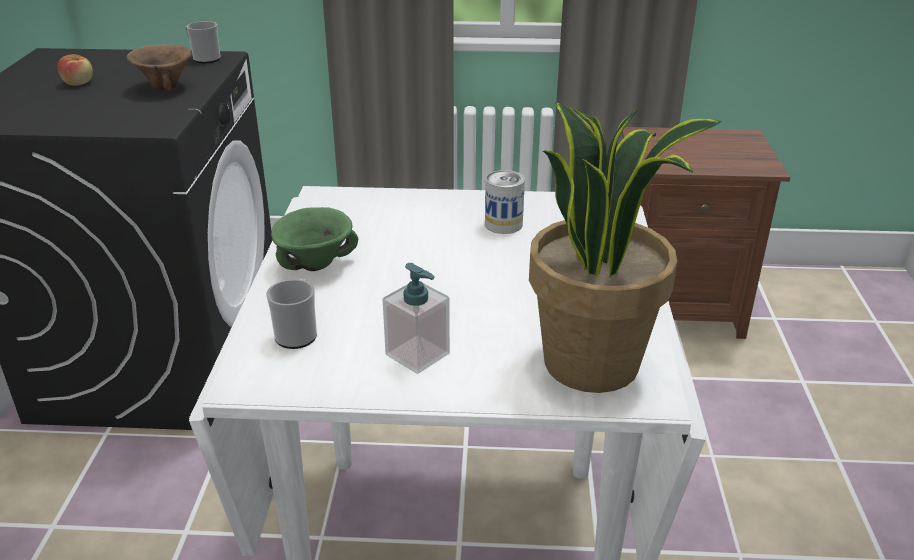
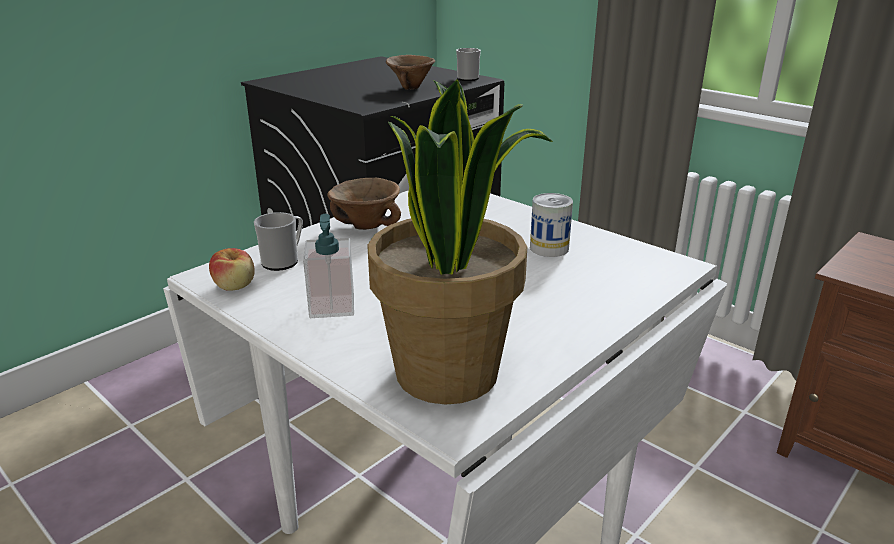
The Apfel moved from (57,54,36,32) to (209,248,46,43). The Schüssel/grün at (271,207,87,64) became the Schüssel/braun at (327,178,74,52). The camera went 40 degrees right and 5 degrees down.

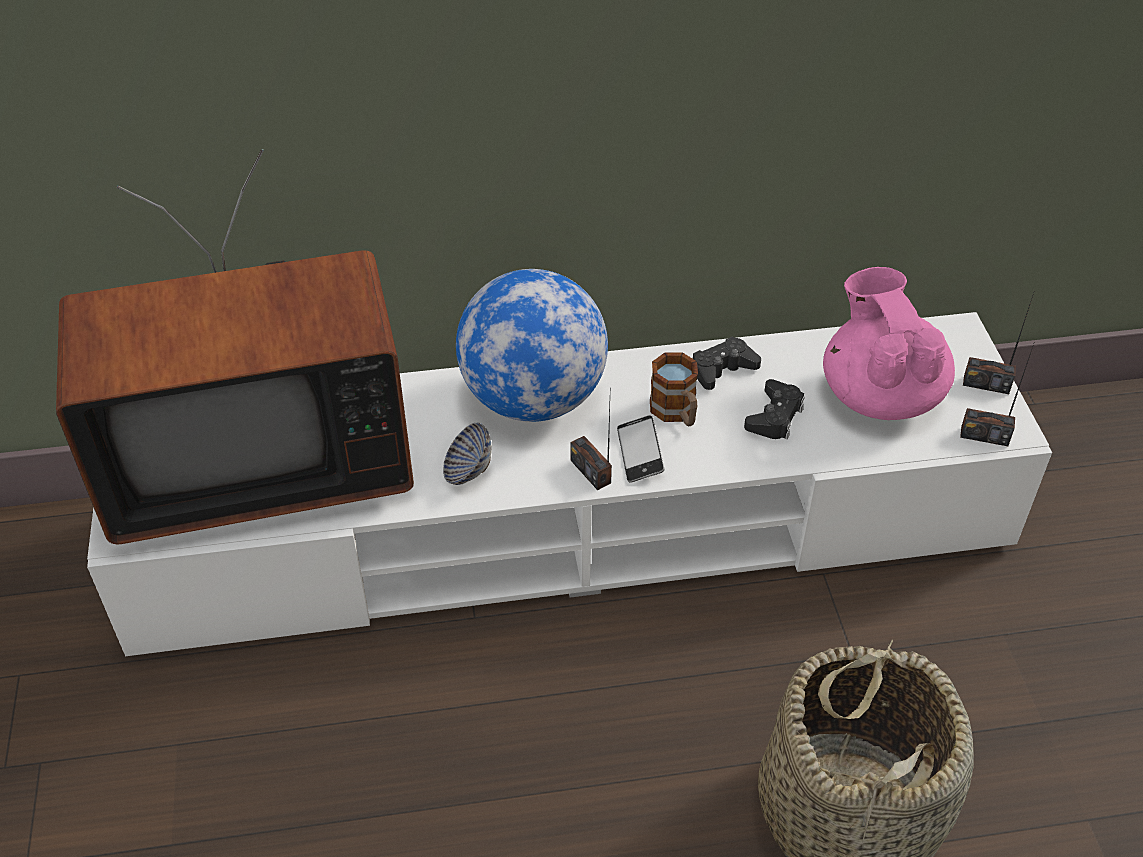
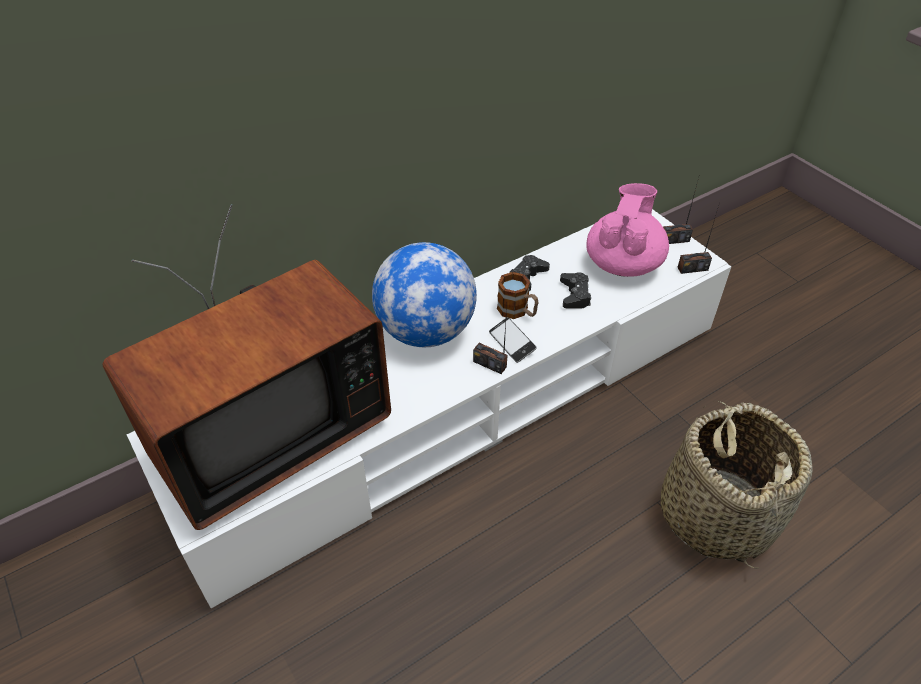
The Schüssel at (443,422,49,63) disappeared. The Teekanne/rosa at (823,267,132,153) turned 60 degrees clockwise. The camera went 25 degrees left and 0 degrees up.

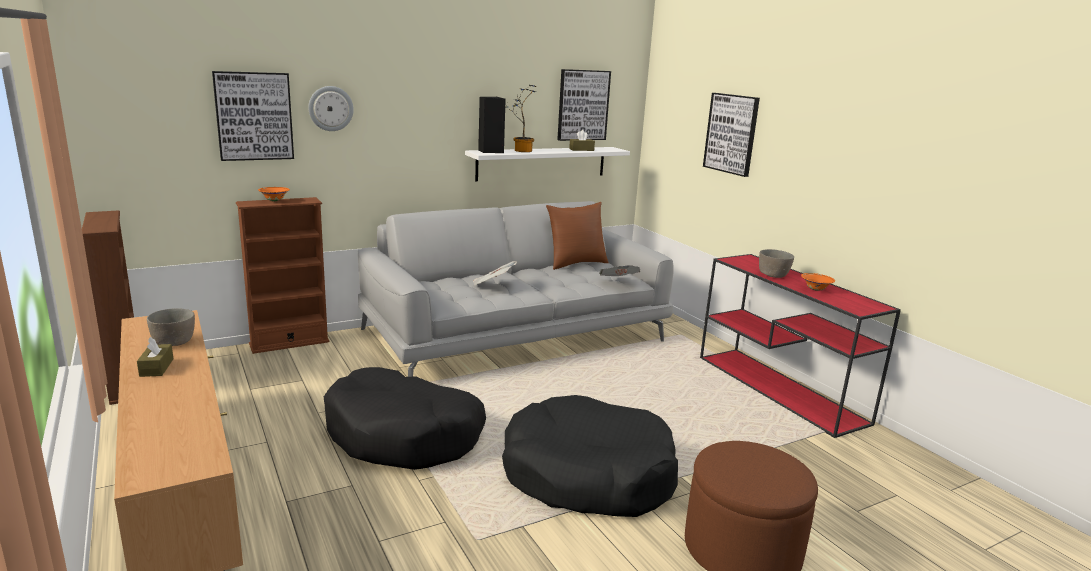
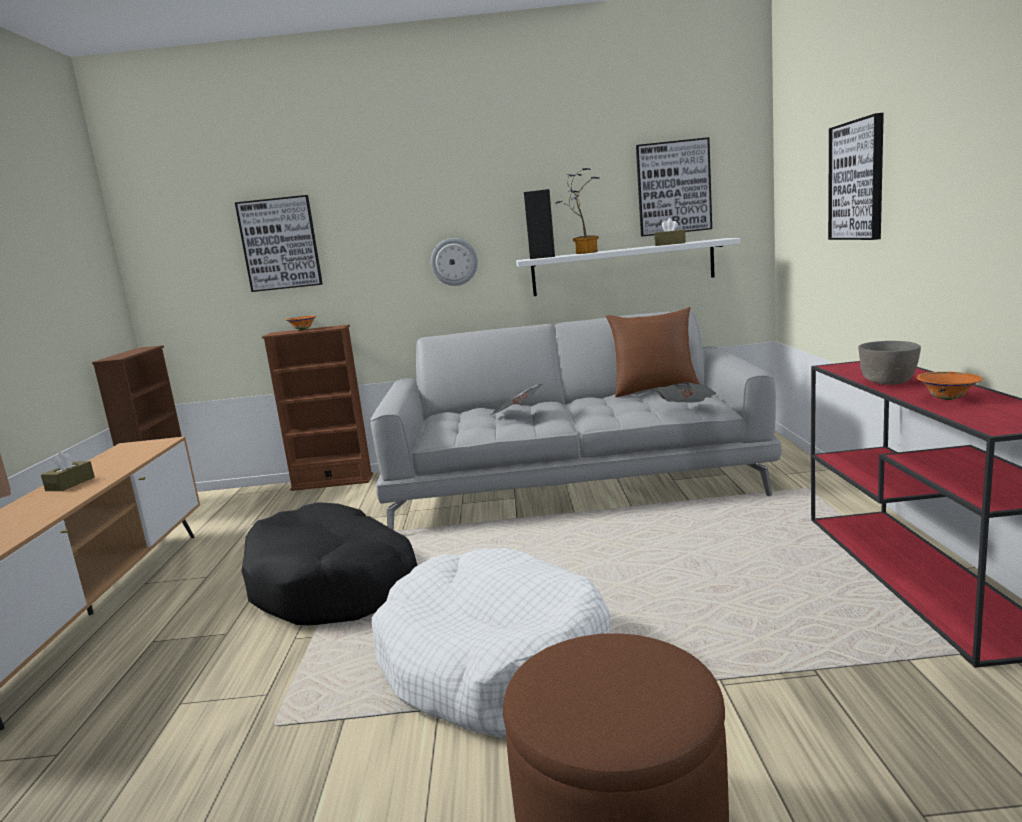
The Schüssel/grau at (147,308,48,38) disappeared. The Wanduhr moved from (308,86,46,45) to (431,238,47,48). The Hundebett/schwarz at (502,395,176,122) became the Hundebett/weiß at (372,548,238,190). The camera went 30 degrees right and 5 degrees down.

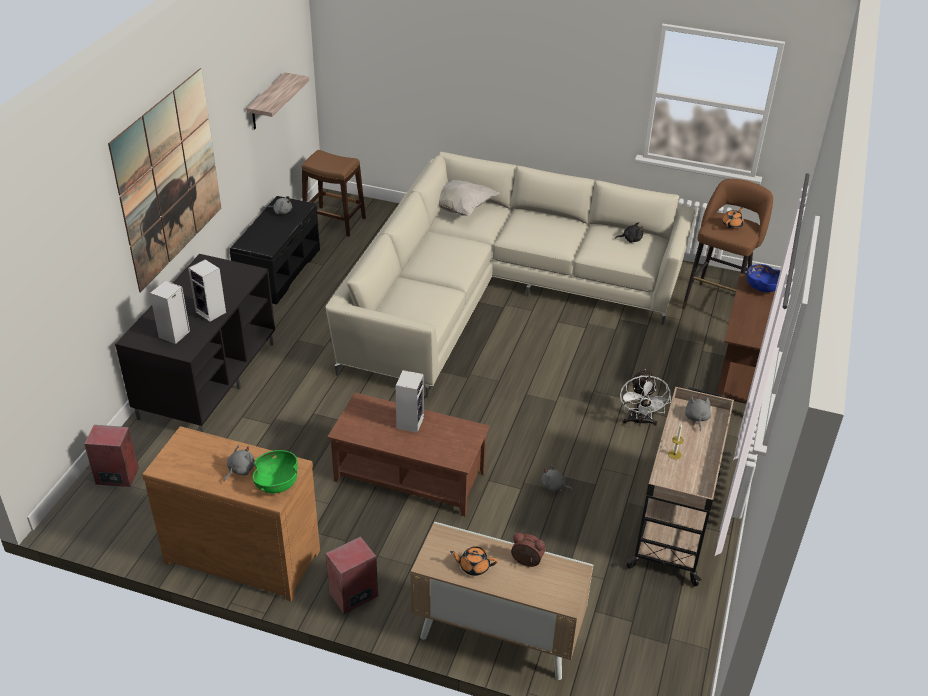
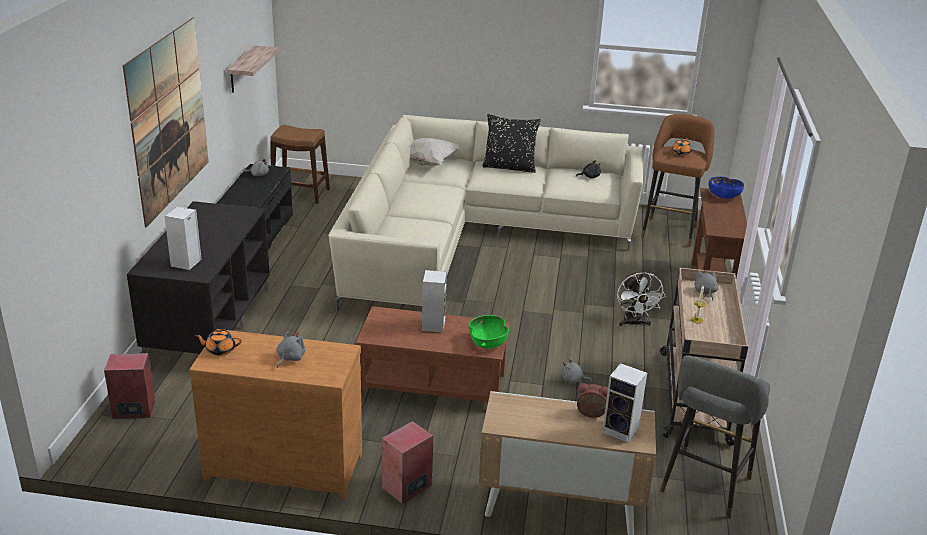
The Kissen/schwarz at (483,114,58,59) appeared. The Hocker/grau at (660,355,110,164) appeared. The Lautsprecher moved from (188,259,38,63) to (602,363,45,80). The Schüssel/grün moved from (252,450,46,43) to (469,315,40,34). The Teekanne/orange moved from (450,547,48,29) to (195,330,47,26). The camera went 10 degrees left and 10 degrees down.

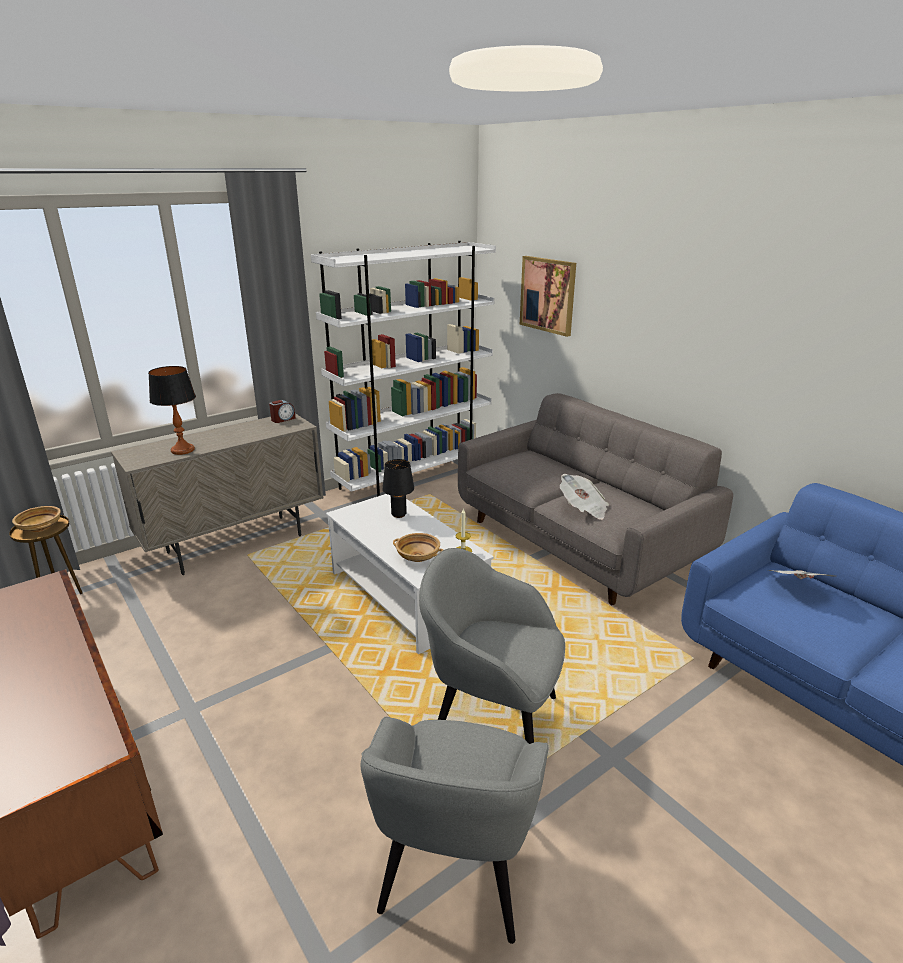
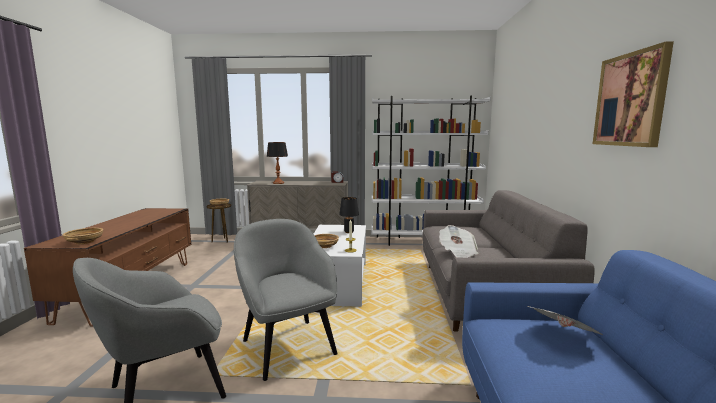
The Schüssel/beige at (63,228,40,16) appeared. The Bild moved from (520,256,56,81) to (593,41,81,106). The camera went 40 degrees right and 15 degrees down.

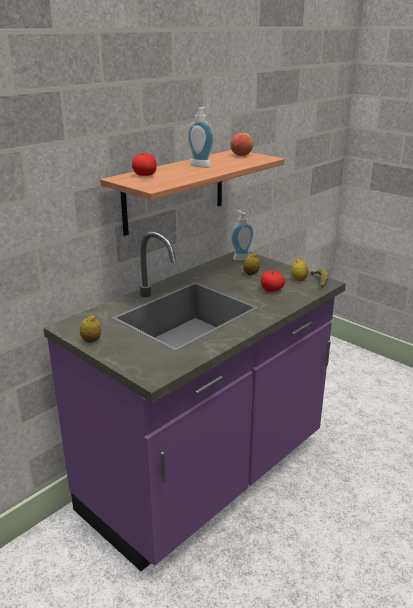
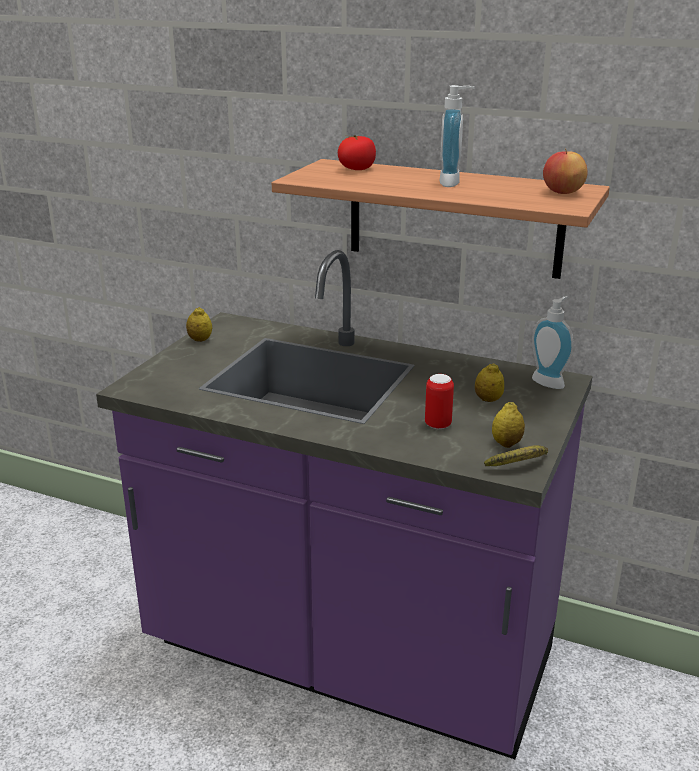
The Tomate at (261,271,24,21) was replaced by the Dose at (425,374,29,55). The camera went 70 degrees right and 0 degrees up.

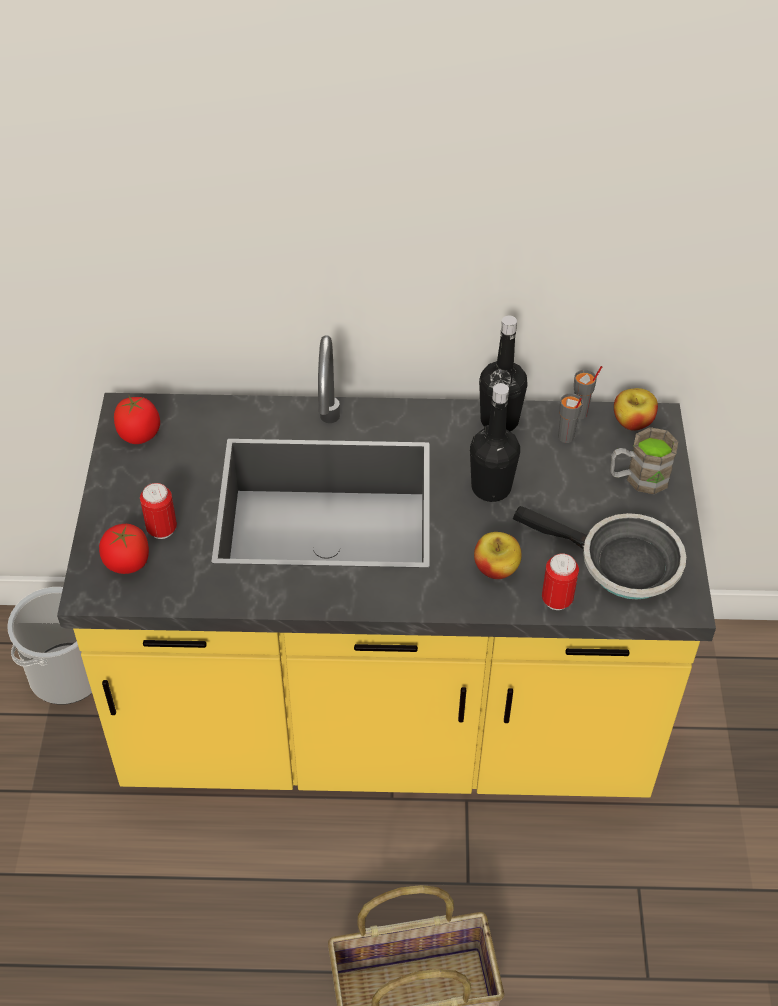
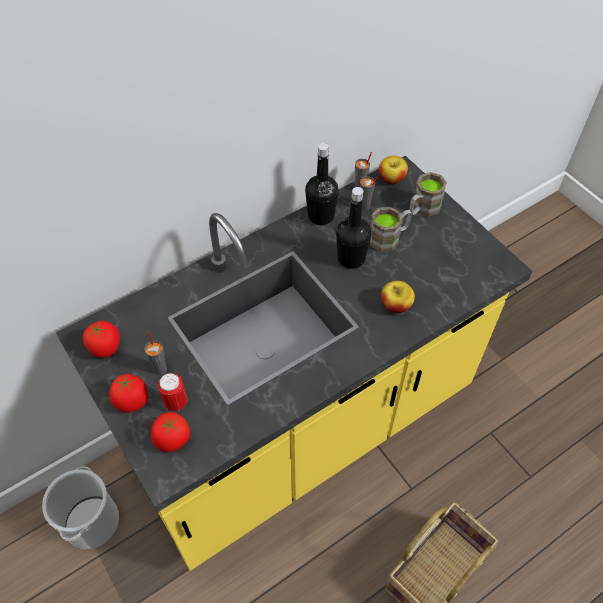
The Pfanne at (513,506,173,94) disappeared. The Dose at (542,554,37,56) disappeared. The Tomate at (109,374,39,39) appeared. The Tasse/grau at (145,331,22,44) appeared. The Henkelbecher/braun at (370,207,42,45) appeared. The camera went 35 degrees left and 5 degrees up.

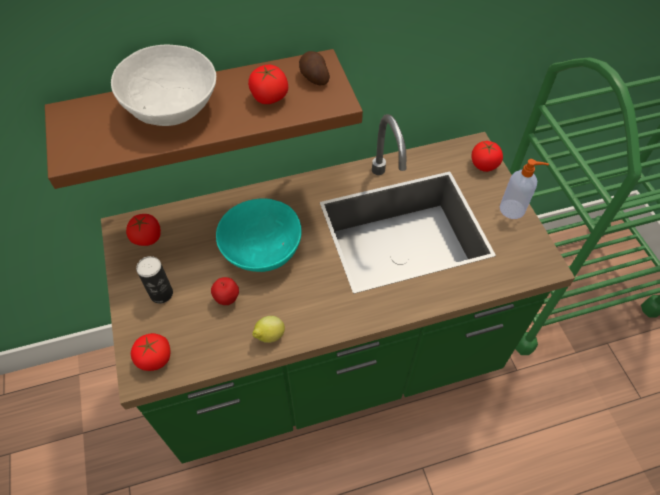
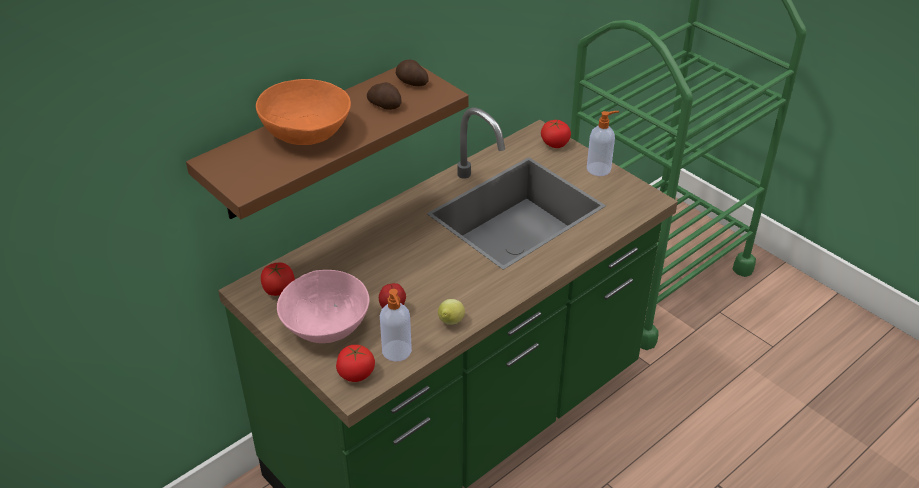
The Schüssel/türkis at (216,199,85,73) disappeared. The Seifenspender at (380,289,32,73) appeared. The Dose at (136,256,37,48) was replaced by the Schüssel/rosa at (277,270,93,73). The Tomate at (248,65,40,39) was replaced by the Kartoffel at (367,82,34,28). The Schüssel/weiß at (111,45,105,81) became the Schüssel/orange at (256,79,95,66). The camera went 25 degrees left and 15 degrees down.

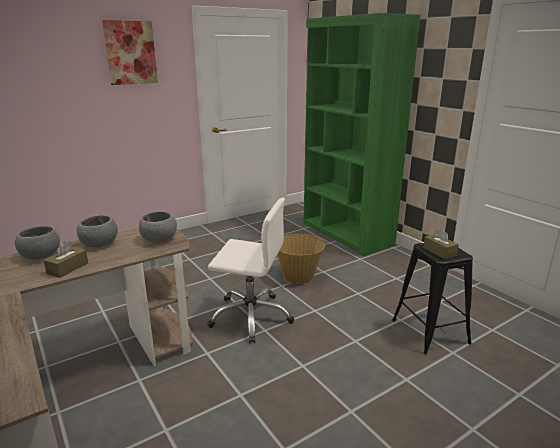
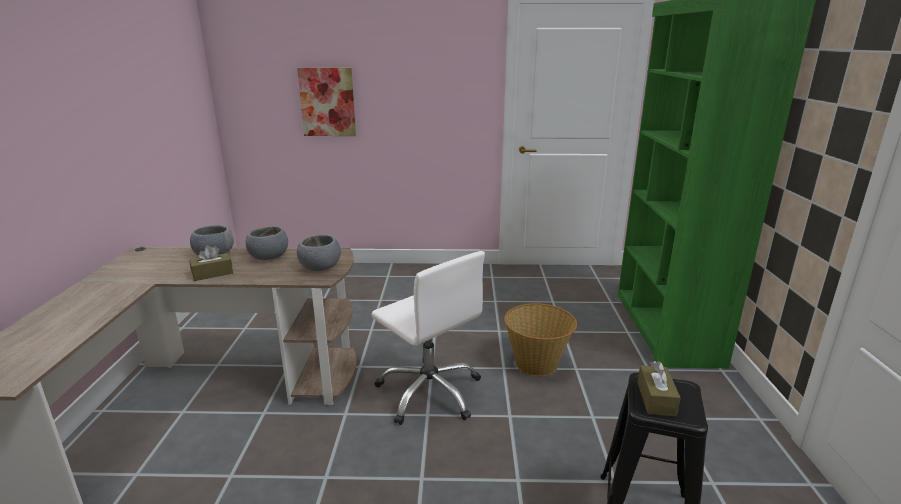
The Bild moved from (102,20,56,65) to (297,68,59,68). The camera went 35 degrees right and 0 degrees up.

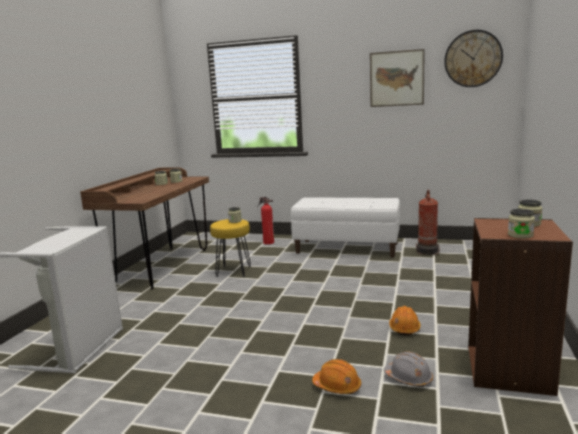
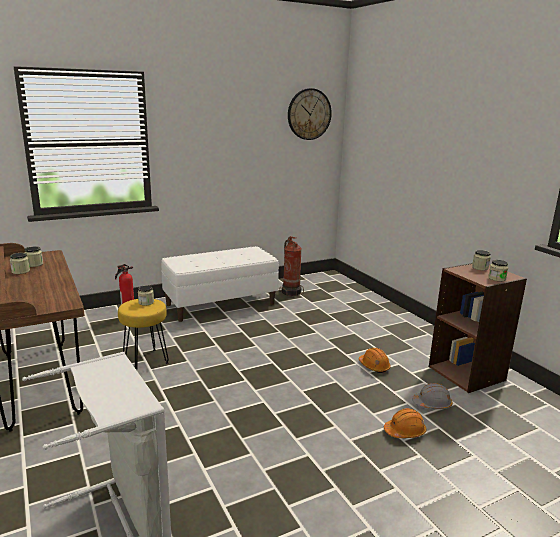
The Bild at (370,49,55,58) disappeared. The camera went 45 degrees left and 5 degrees up.

